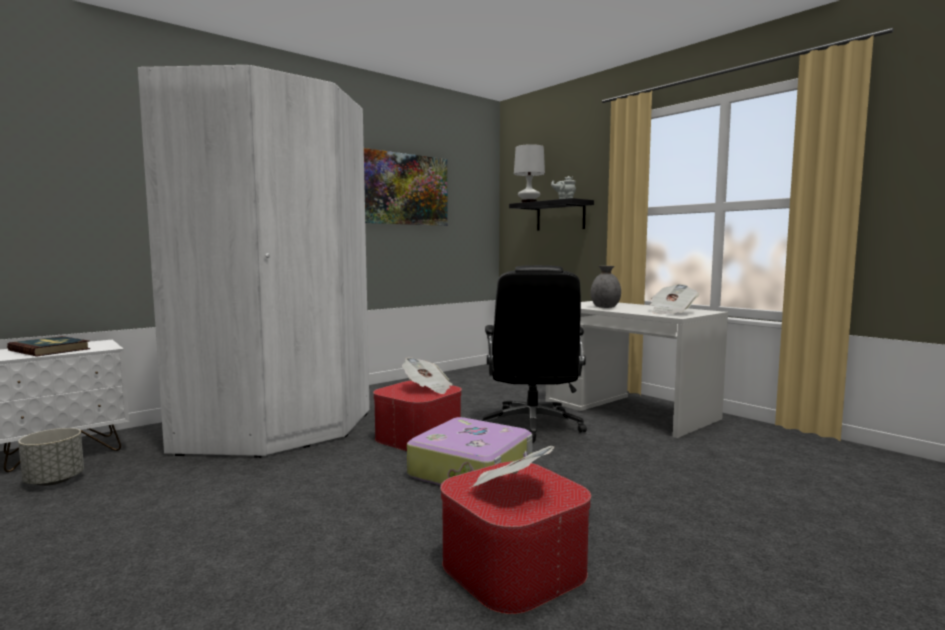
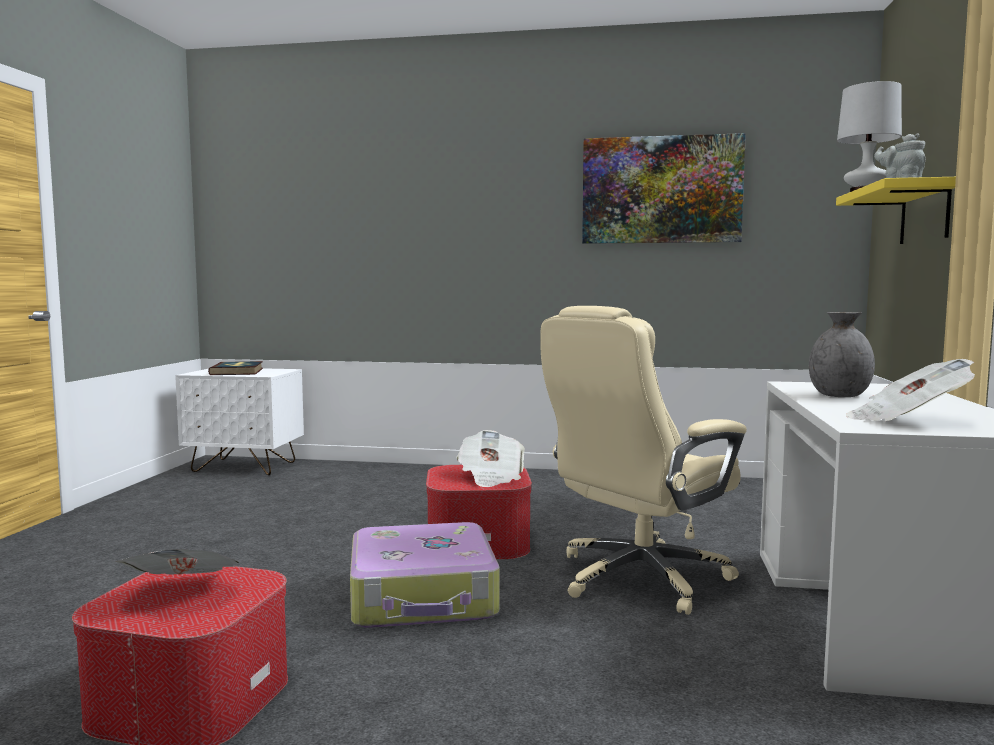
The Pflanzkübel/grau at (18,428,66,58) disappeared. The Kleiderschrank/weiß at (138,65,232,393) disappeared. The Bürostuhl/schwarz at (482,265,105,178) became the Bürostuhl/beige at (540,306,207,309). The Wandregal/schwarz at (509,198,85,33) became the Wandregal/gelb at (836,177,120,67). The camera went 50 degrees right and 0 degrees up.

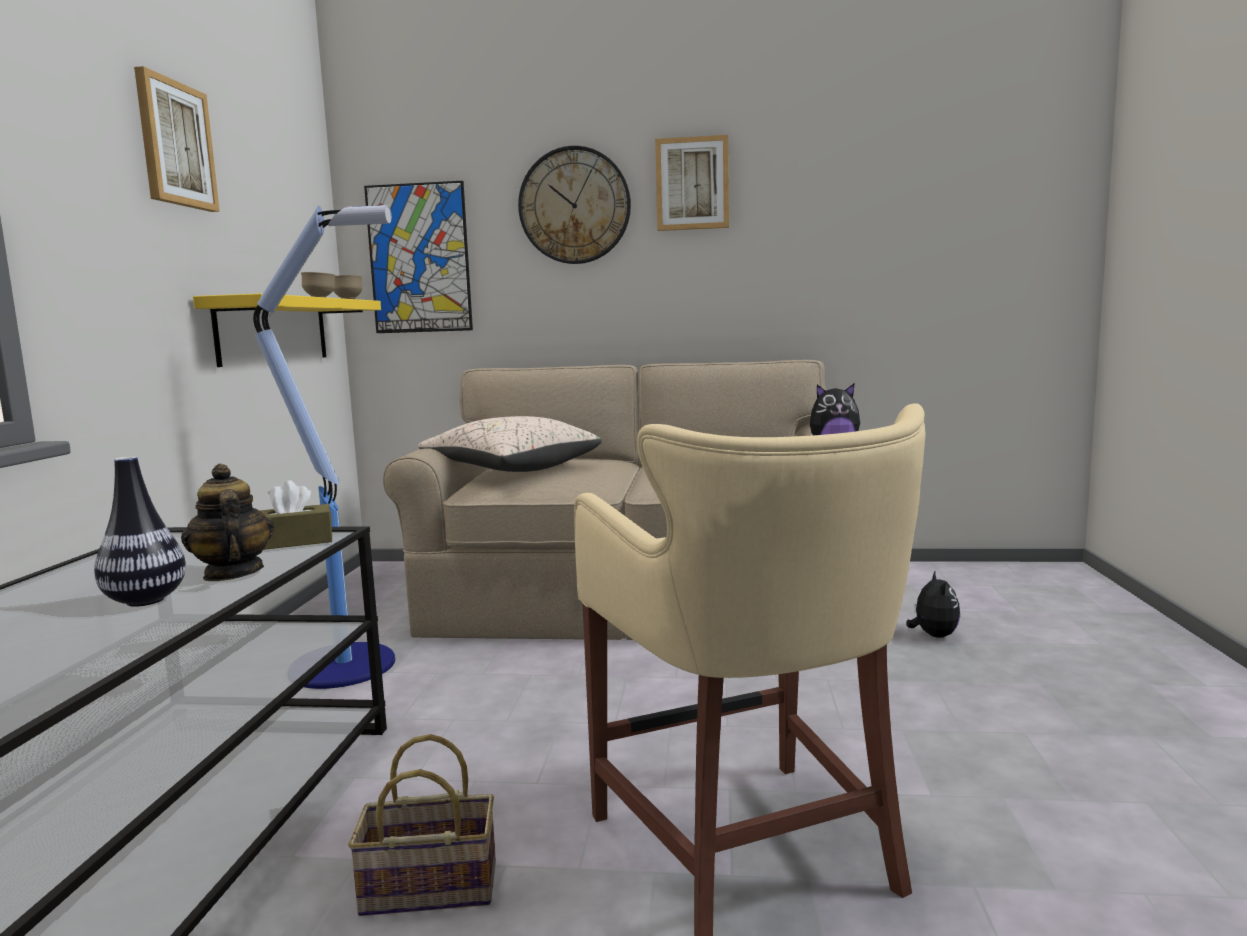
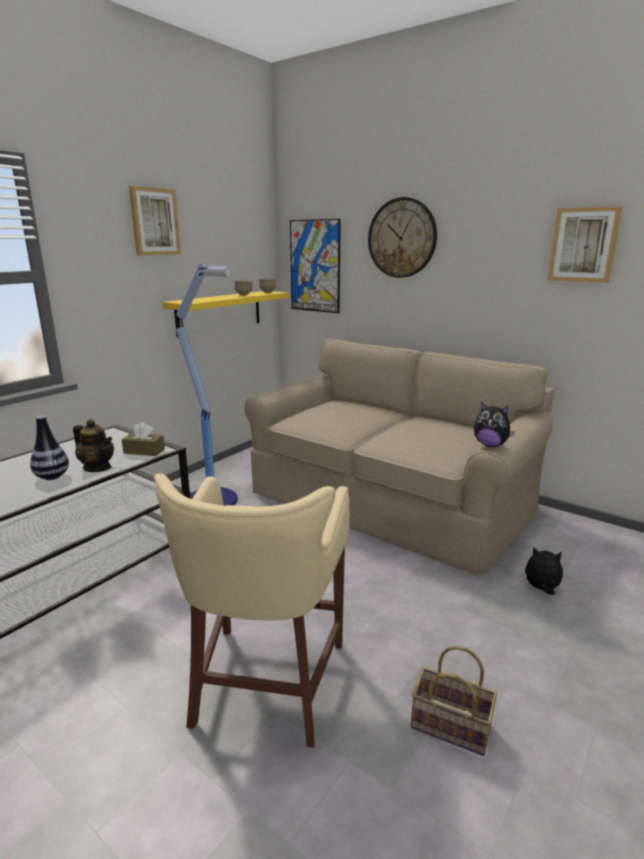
The Kissen/beige at (418,416,184,56) disappeared. The Korb moved from (348,734,148,182) to (411,646,86,110). The Bild moved from (655,135,74,96) to (547,206,75,77). The Teekanne at (181,464,93,117) turned 120 degrees clockwise. The Plüschtier at (906,572,54,66) turned 105 degrees counterclockwise. The camera went 30 degrees right and 10 degrees up.

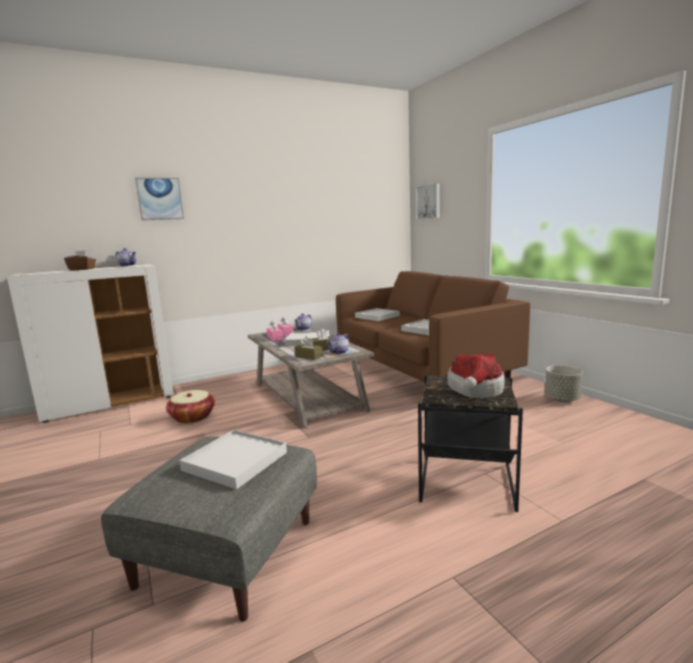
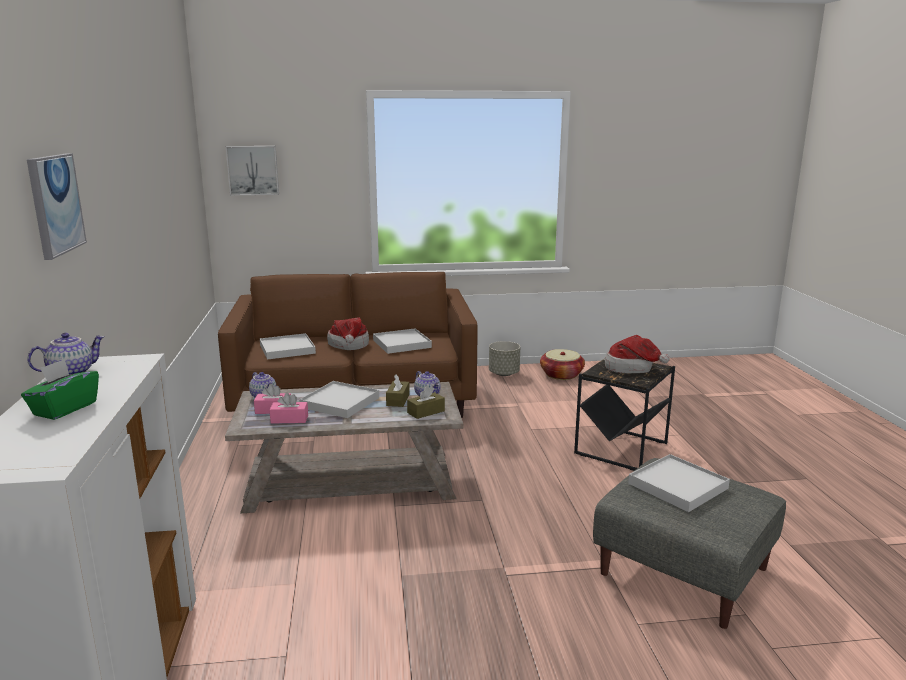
The Hut at (327,317,42,33) appeared. The Korb moved from (166,390,49,33) to (540,349,45,31). The Taschentuchbox/braun at (64,251,32,20) became the Taschentuchbox/grün at (21,359,78,61). The camera went 70 degrees left and 5 degrees up.

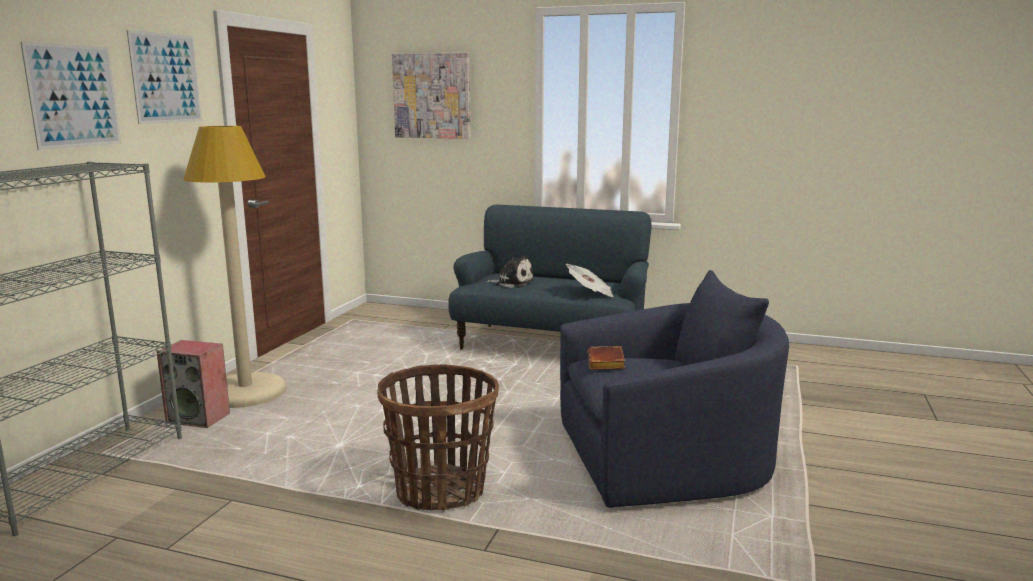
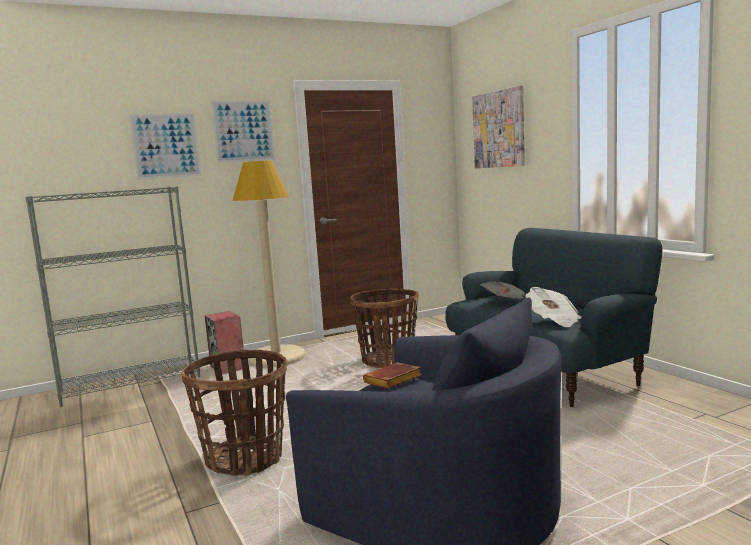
The Korb at (350,289,69,79) appeared. The Plüschtier at (486,255,48,33) was replaced by the Zeitung at (480,281,45,18). The camera went 45 degrees right and 5 degrees down.

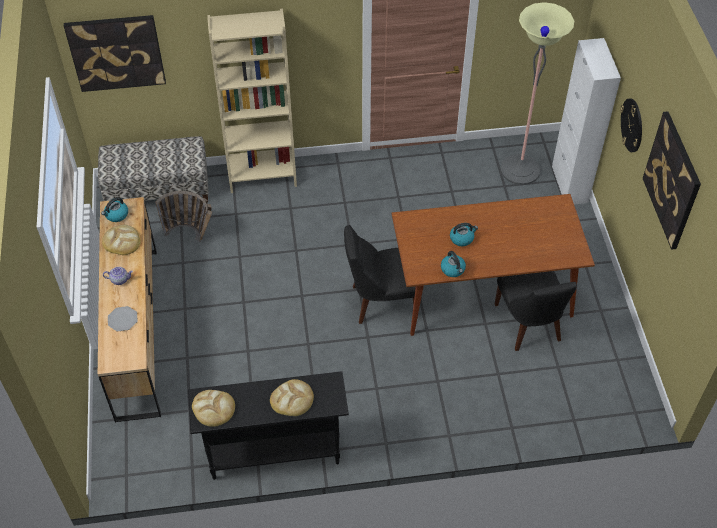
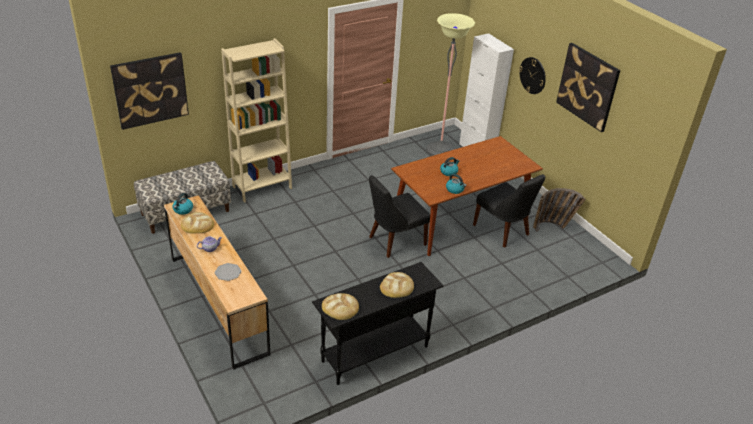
The Korb moved from (155,191,57,51) to (533,188,53,44). The camera went 25 degrees left and 15 degrees down.

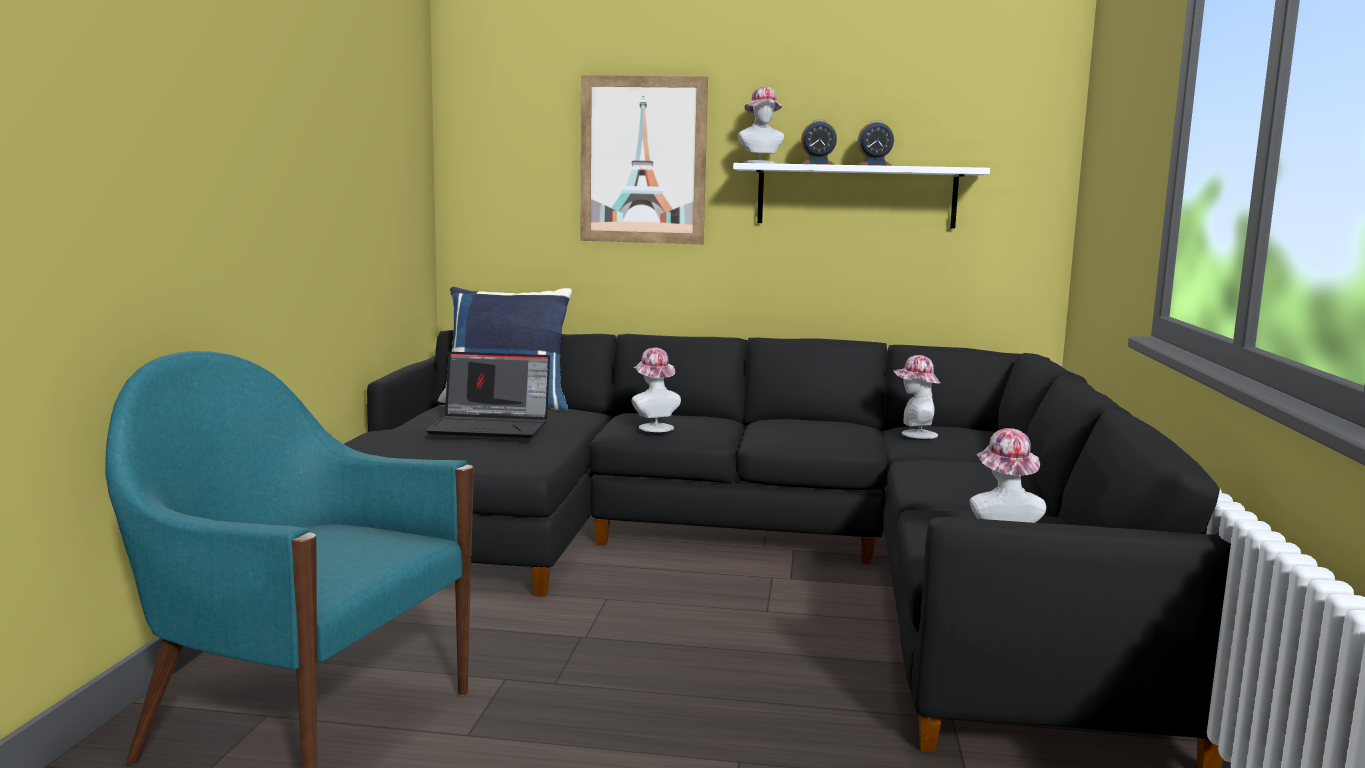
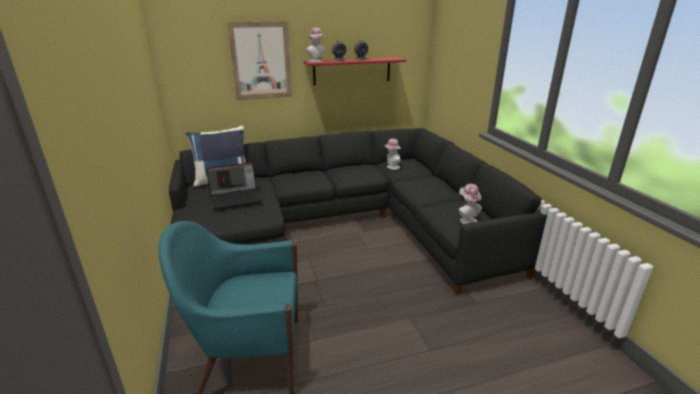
The Hut at (631,348,50,84) disappeared. The Wandregal/weiß at (733,163,257,65) became the Wandregal/rot at (304,57,103,29). The camera went 25 degrees left and 15 degrees up.

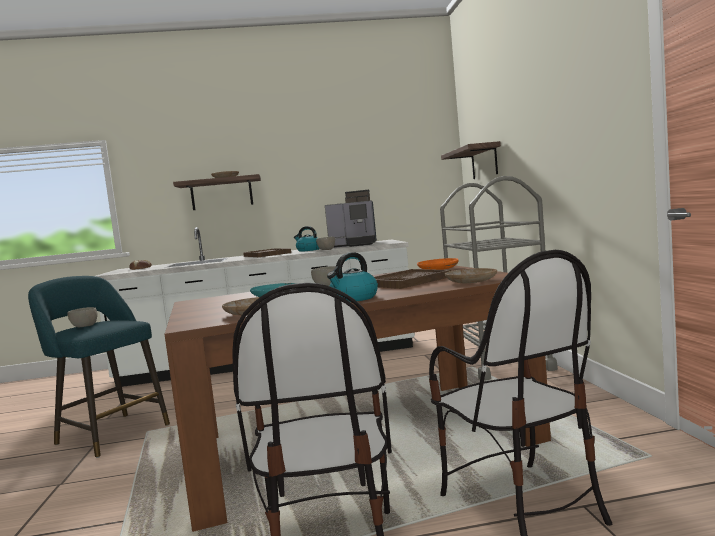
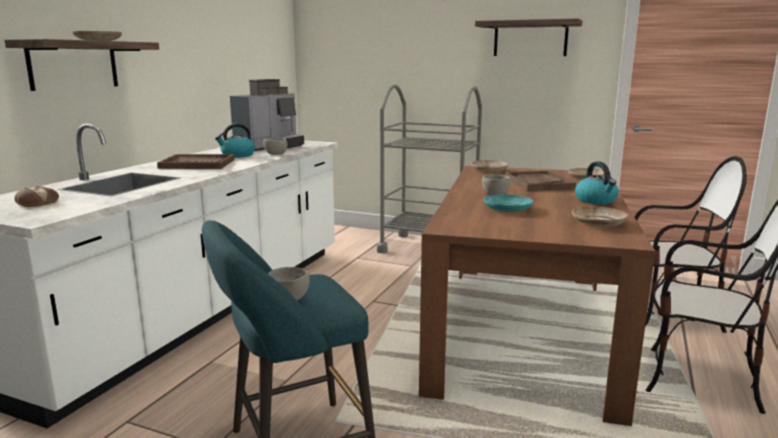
The Wandregal moved from (441,141,60,38) to (475,18,107,38). The Teller/orange at (417,258,42,12) became the Teller/beige at (471,160,37,12). The camera went 60 degrees left and 10 degrees up.

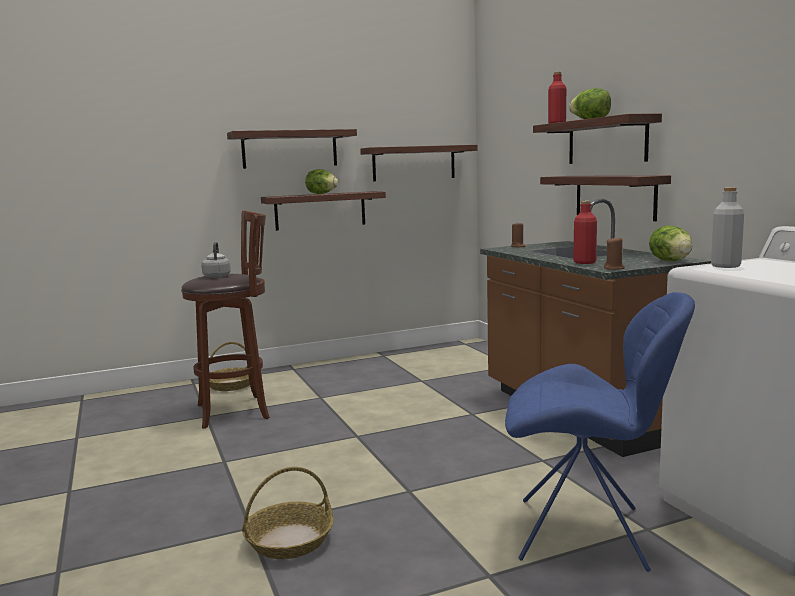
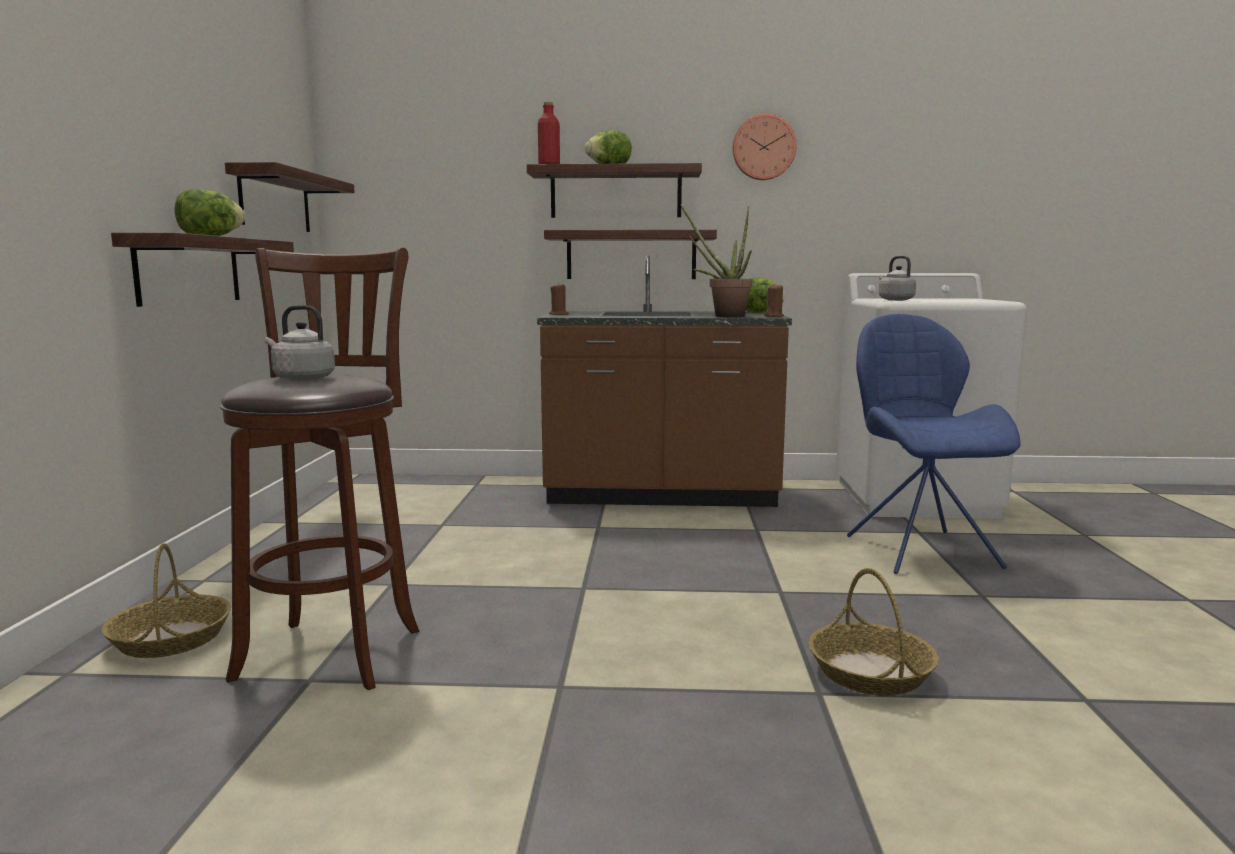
The Wandregal at (227,129,130,40) disappeared. The Wanduhr at (733,114,64,66) appeared. The Flasche/rot at (573,201,24,63) was replaced by the Topfpflanze at (681,205,71,112). The Flasche/grau at (711,187,33,81) was replaced by the Wasserkessel/grau at (879,256,37,45). The Stuhl/blau at (505,292,190,280) turned 45 degrees counterclockwise. The camera went 65 degrees left and 0 degrees up.

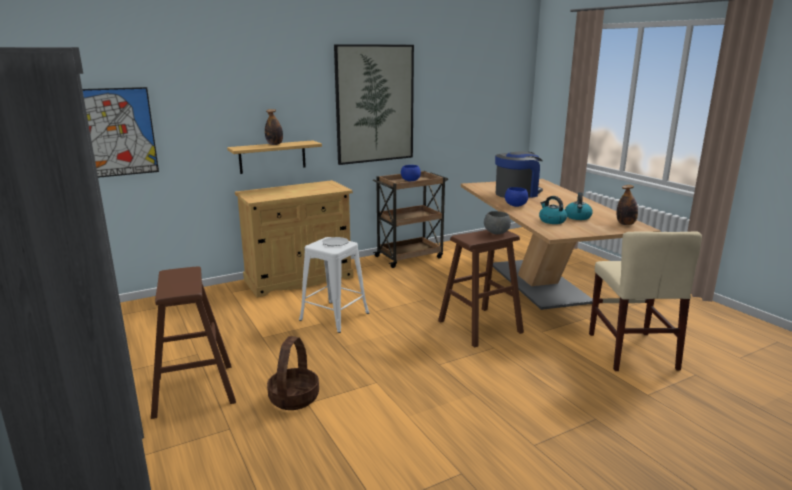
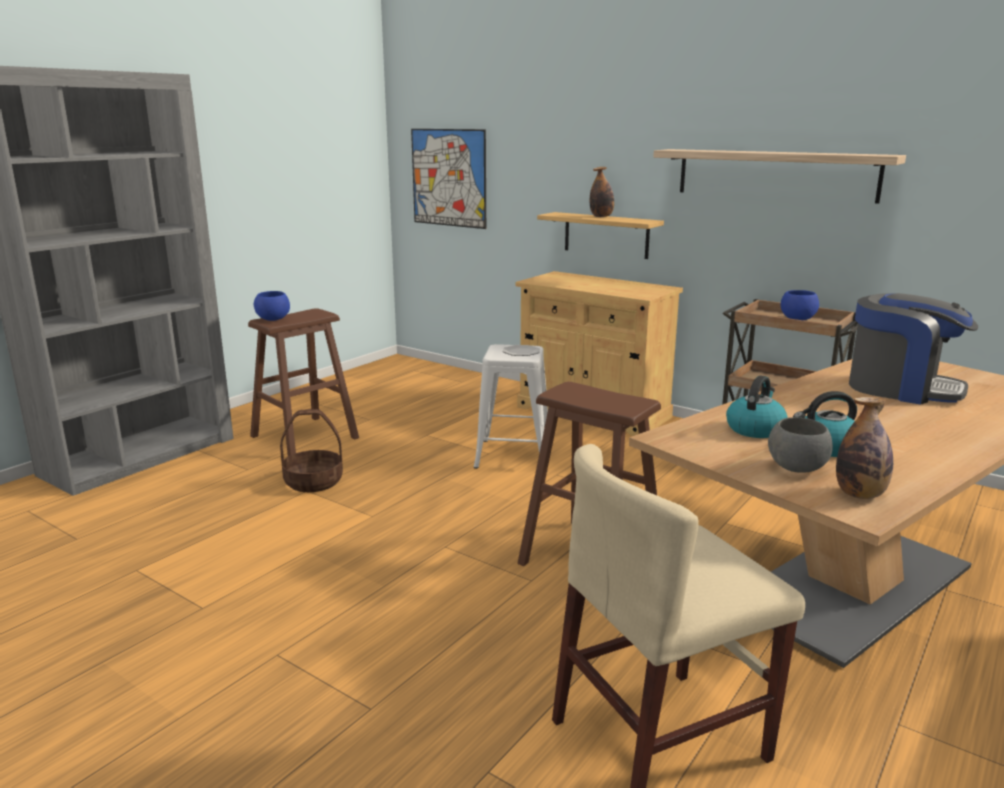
The Schüssel/grau moved from (484,211,27,23) to (768,417,65,56). The Schüssel/blau moved from (505,187,23,20) to (253,291,37,30). The Bild at (334,44,80,121) was replaced by the Wandregal at (653,149,253,55). The camera went 65 degrees right and 0 degrees up.

